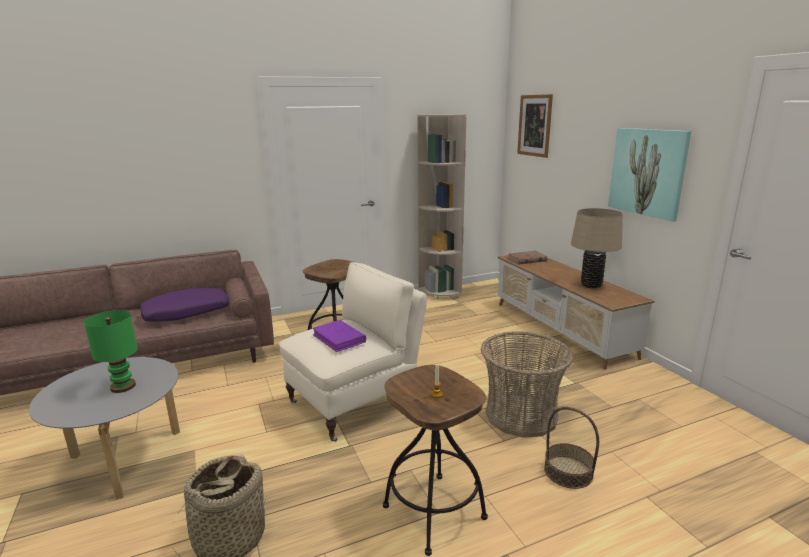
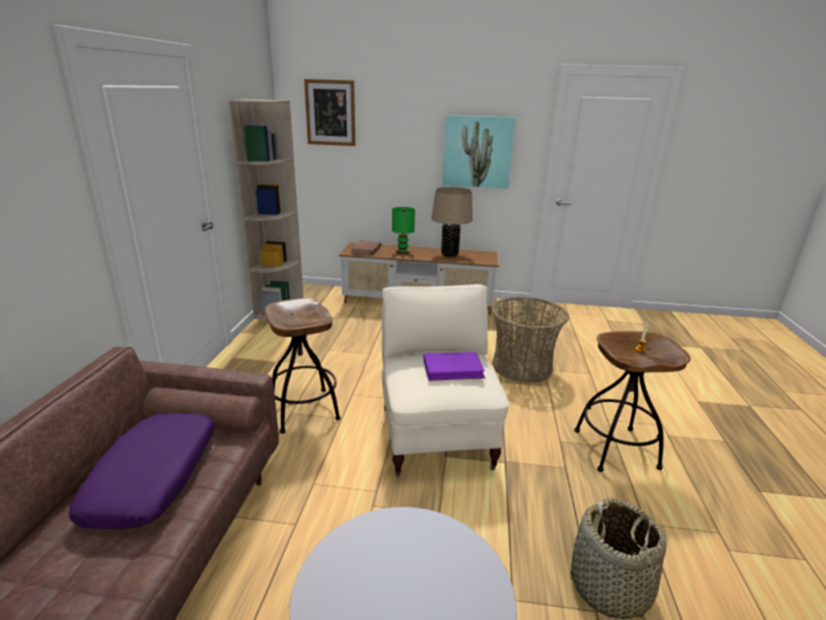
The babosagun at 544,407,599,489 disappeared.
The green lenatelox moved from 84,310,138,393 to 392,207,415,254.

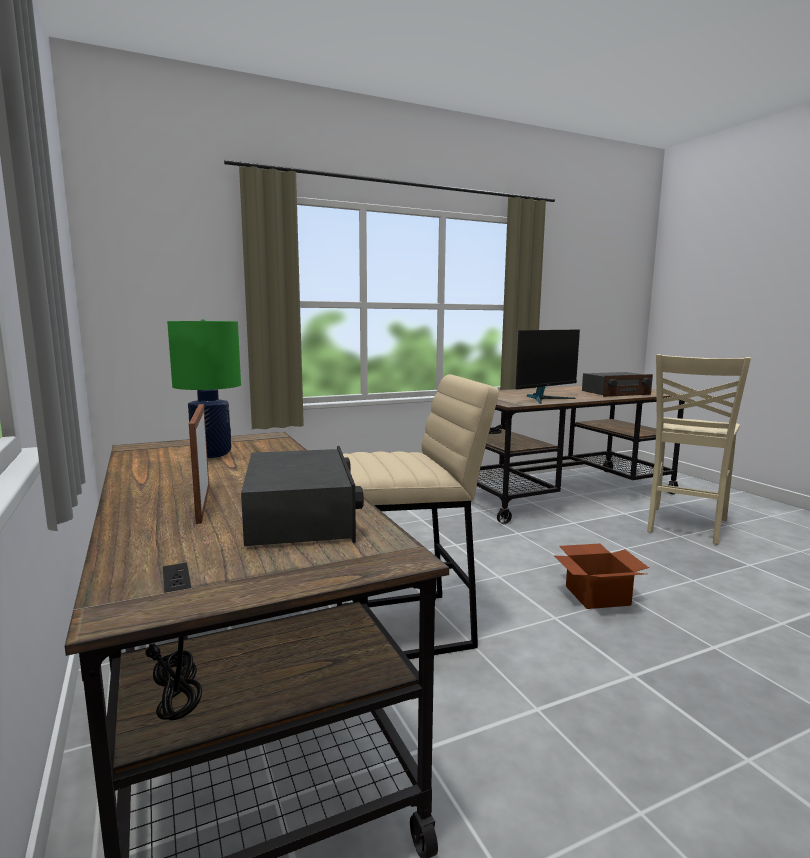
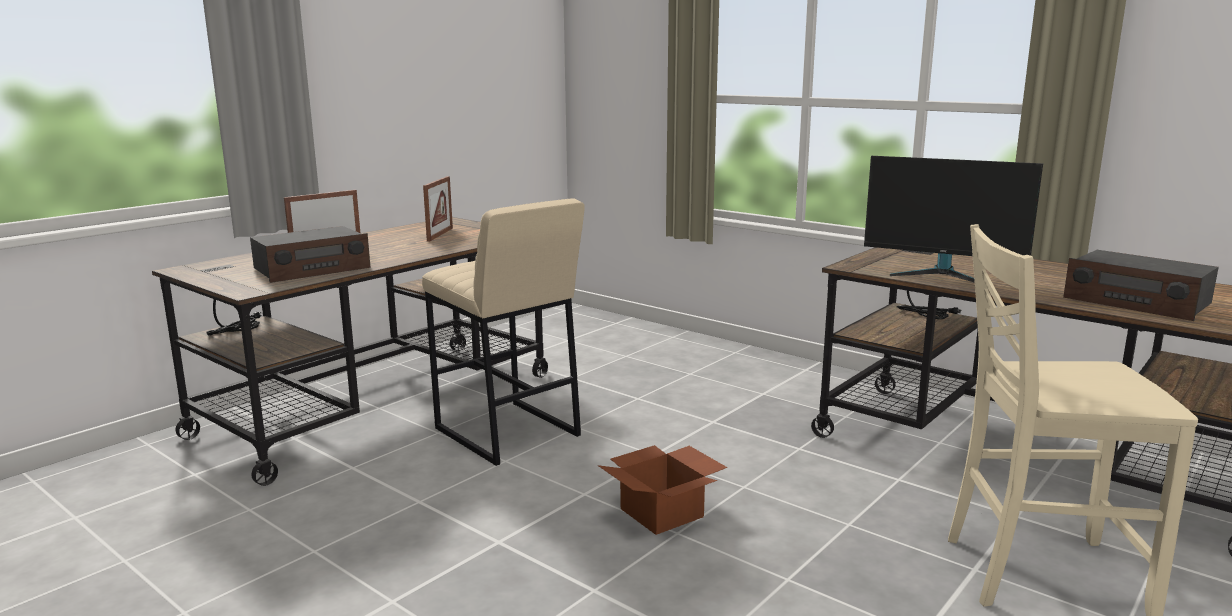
The green lenatelox at 167,319,241,458 was replaced by the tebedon at 423,176,453,242.

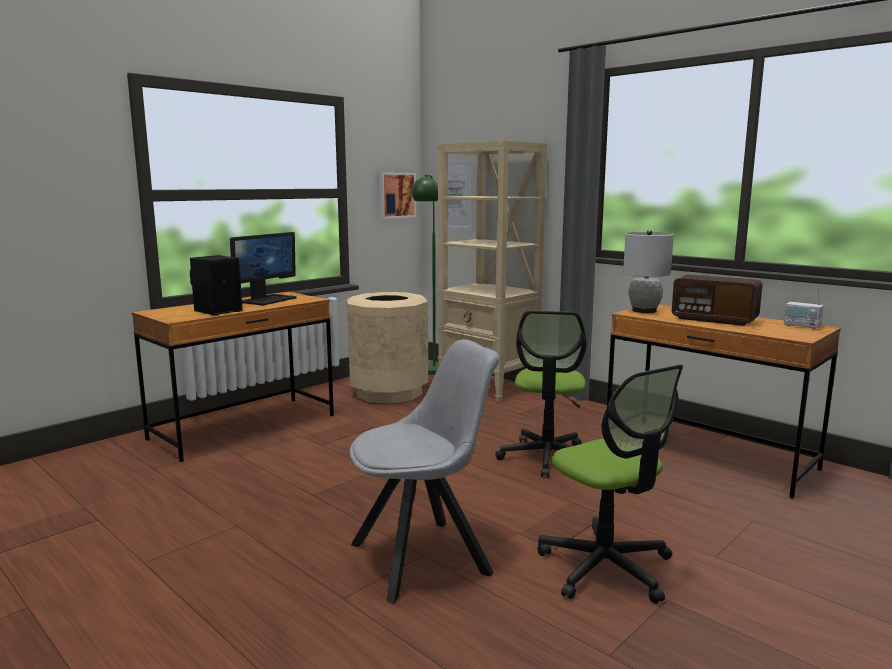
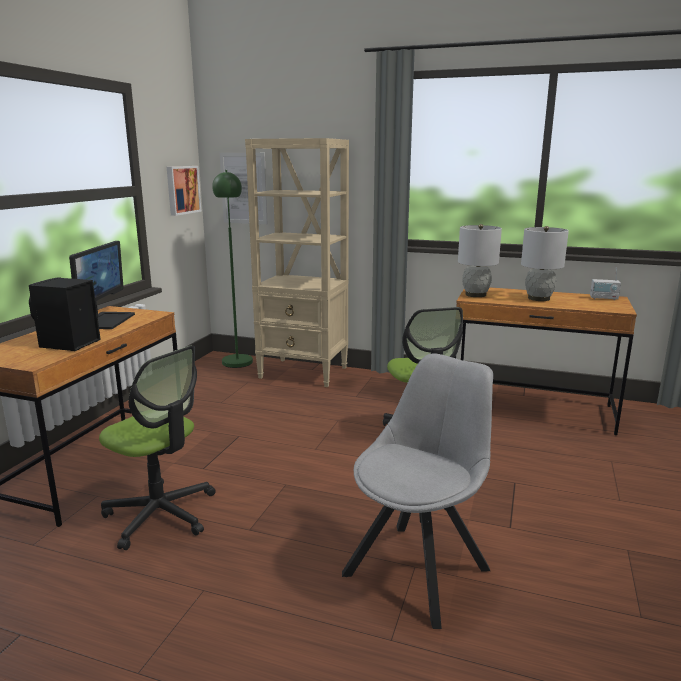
The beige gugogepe at 347,292,428,404 disappeared.
The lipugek moved from 537,364,683,604 to 99,345,216,550.
The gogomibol at 672,275,762,326 was replaced by the white lenatelox at 521,226,569,301.

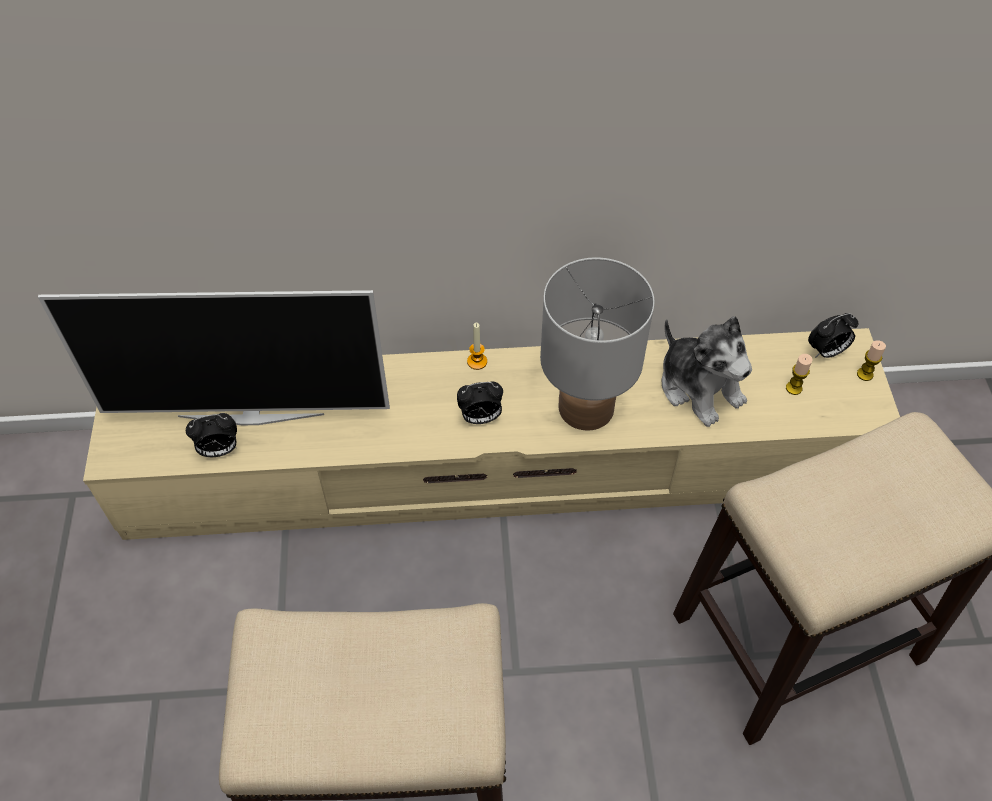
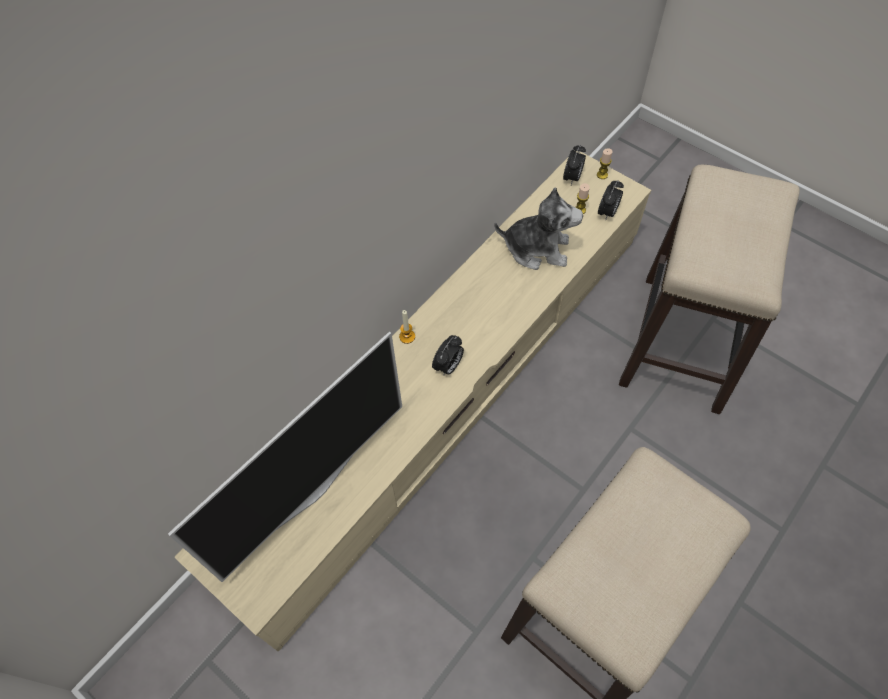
The grey lenatelox at 540,257,654,430 disappeared.
The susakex moved from 186,413,237,457 to 598,180,624,221.

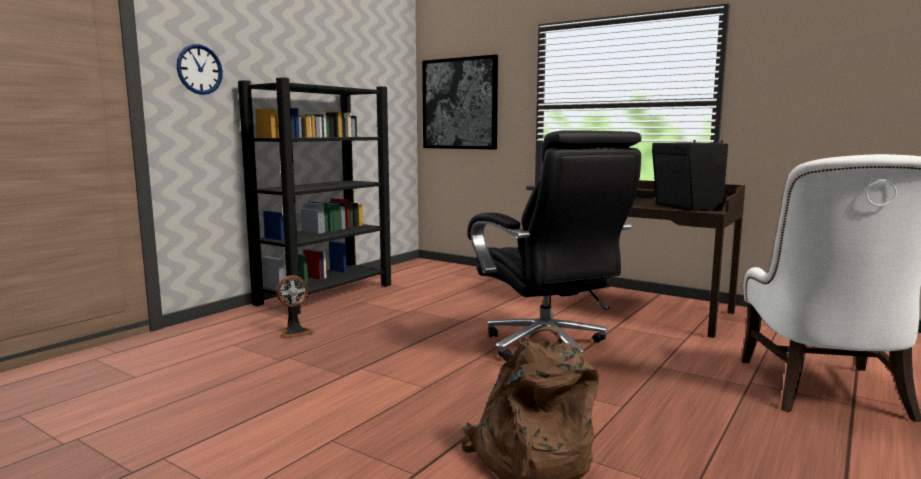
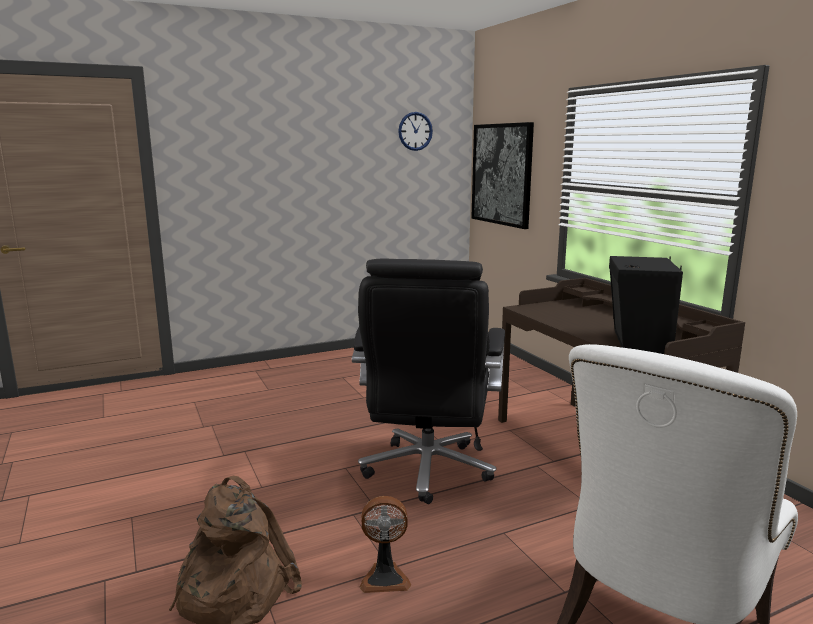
The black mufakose at 238,77,391,315 disappeared.
The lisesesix moved from 177,44,223,95 to 398,112,433,151.
The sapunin moved from 276,275,314,339 to 360,496,411,593.

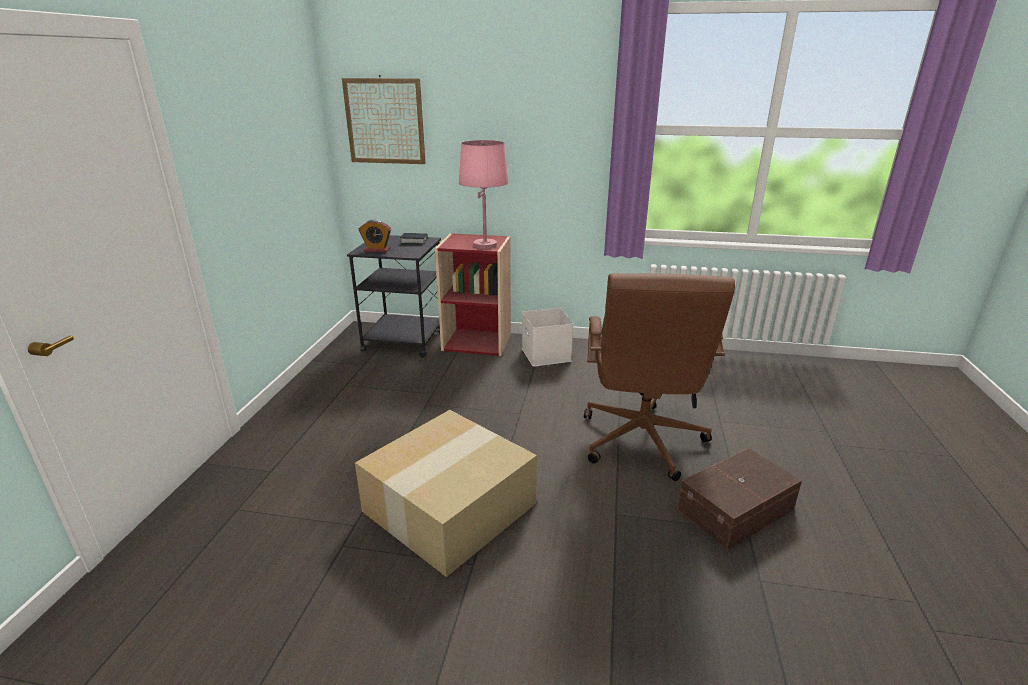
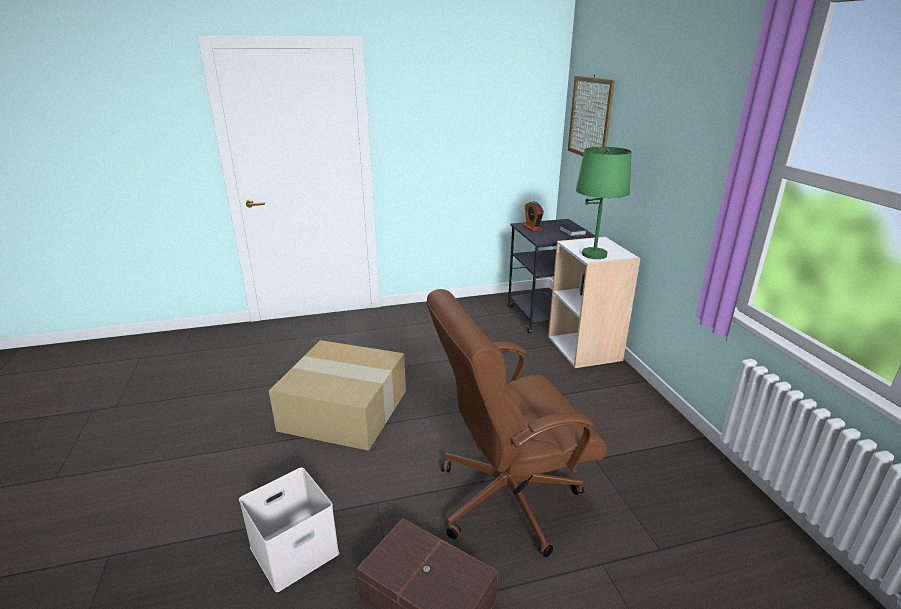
The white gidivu moved from 522,308,574,366 to 239,467,339,592.
The red mufakose at 435,233,511,356 became the white mufakose at 548,237,640,368.
The pink lenatelox at 459,140,509,249 became the green lenatelox at 576,147,631,259.

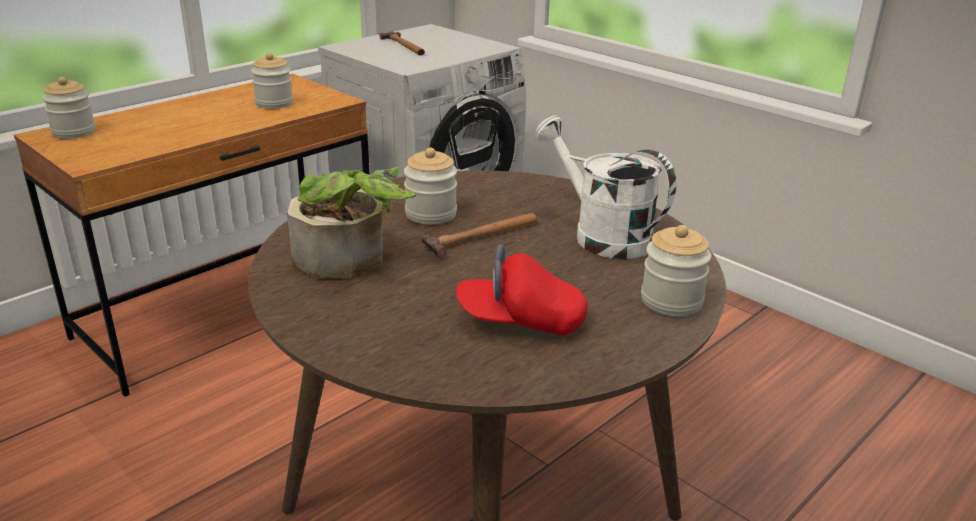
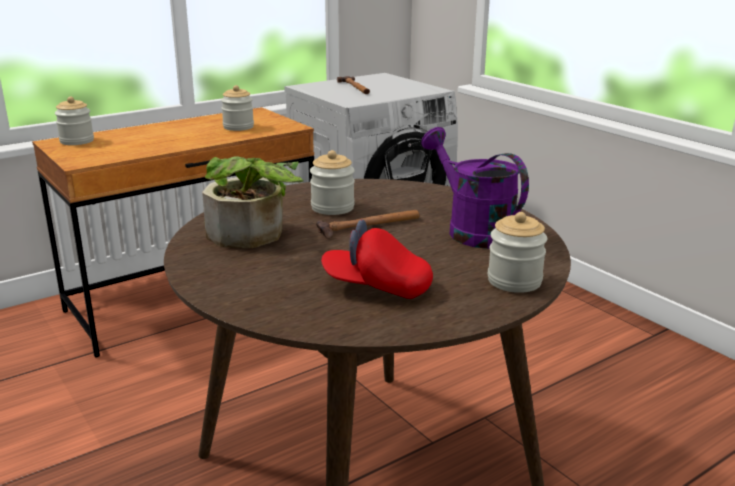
The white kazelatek at 535,115,676,259 became the purple kazelatek at 421,127,529,249.

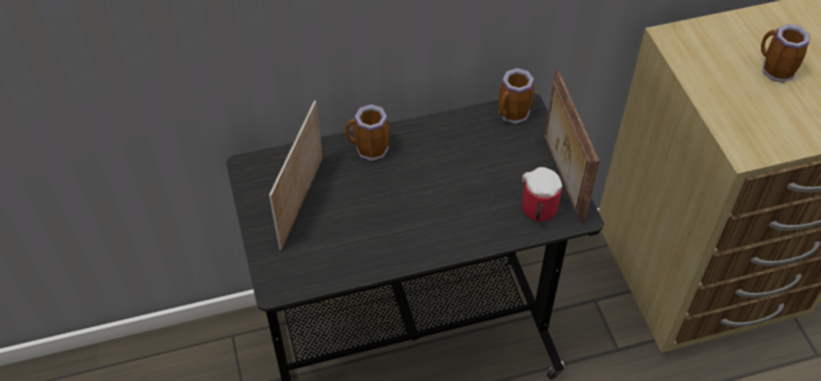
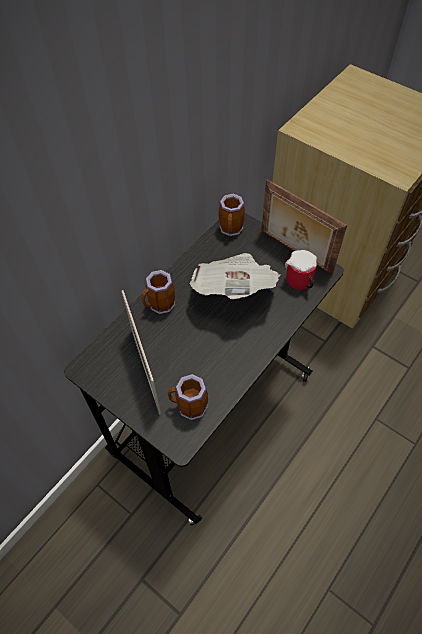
The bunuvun at 190,253,280,299 appeared.
The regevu moved from 761,24,810,83 to 168,374,208,420.

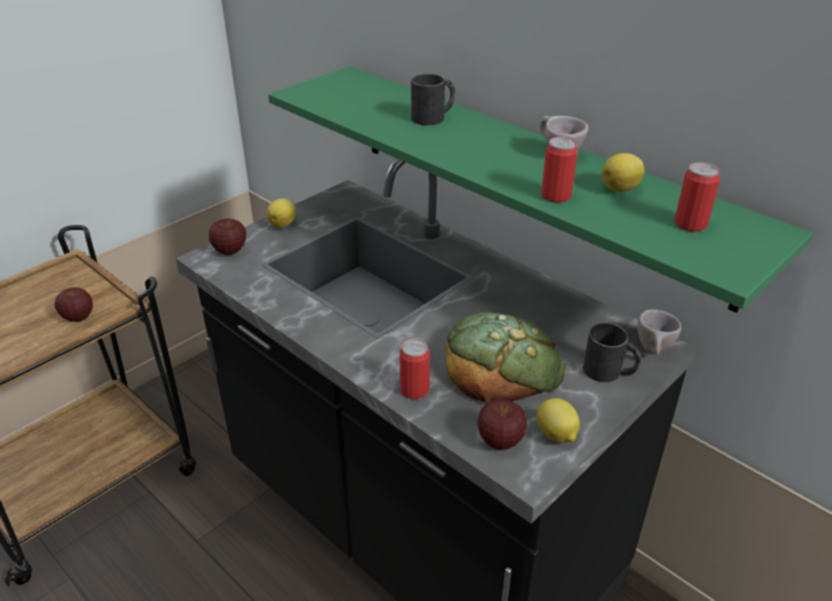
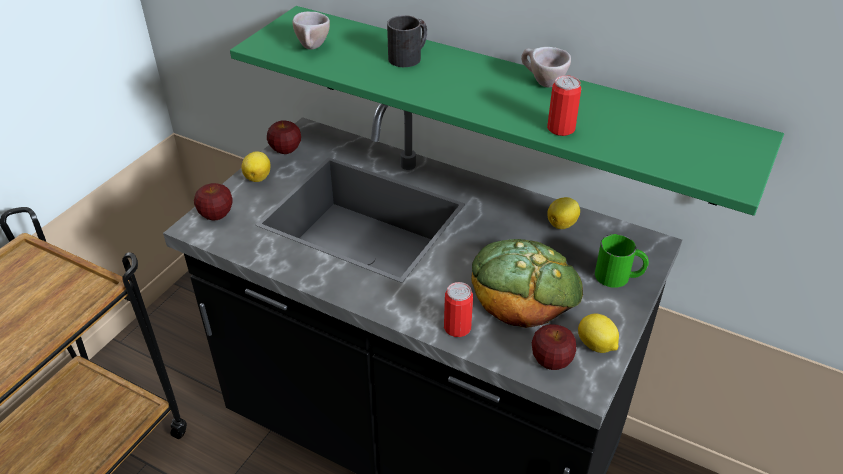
The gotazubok at 675,162,720,232 disappeared.
The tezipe moved from 55,287,93,322 to 267,120,301,154.
The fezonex moved from 602,153,645,192 to 547,197,580,229.
The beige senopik moved from 638,309,681,355 to 292,12,330,50.
The black regevu at 583,323,641,382 became the green regevu at 595,234,649,288.

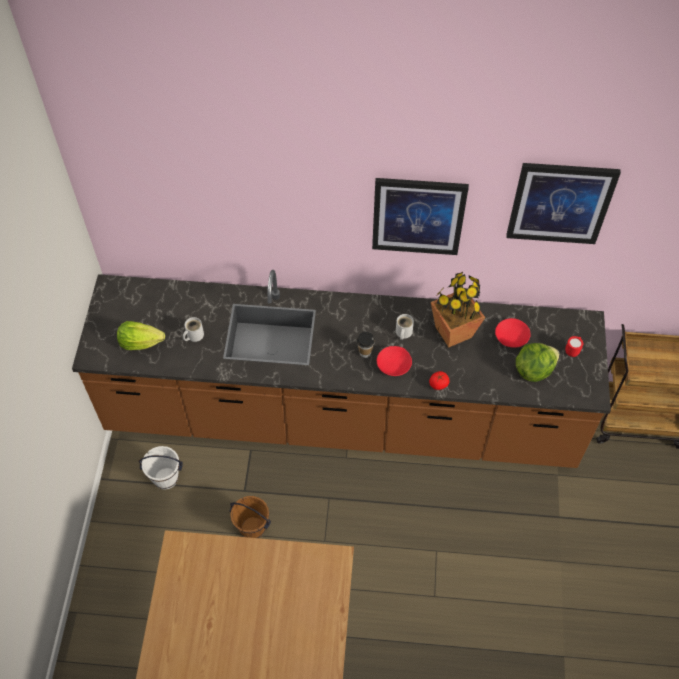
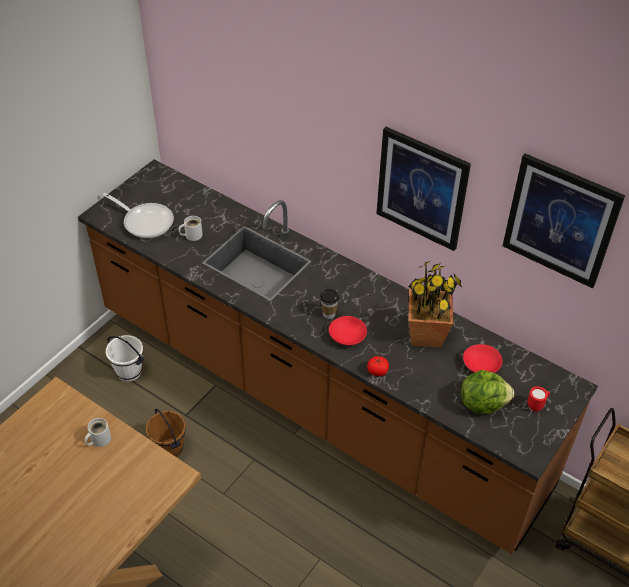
The white regevu moved from 396,314,414,340 to 84,418,111,447.
The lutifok at 117,321,165,350 was replaced by the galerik at 103,193,174,238.

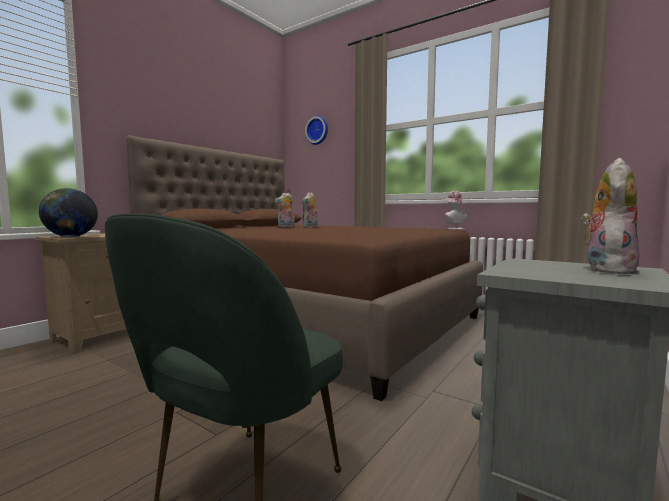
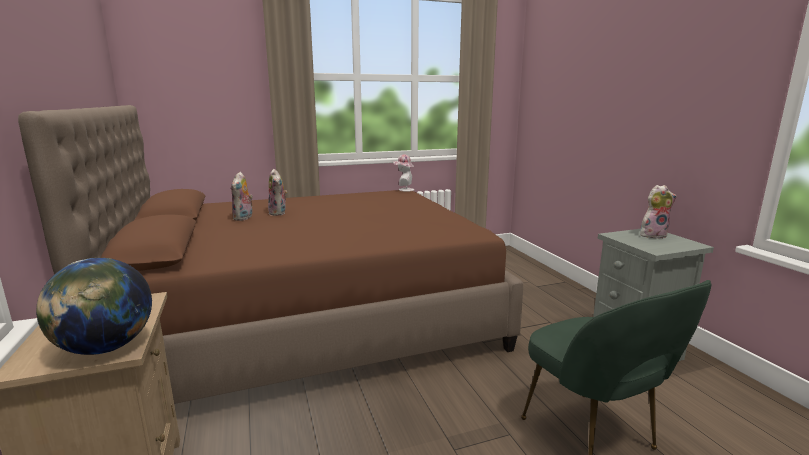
The lisesesix at 305,115,328,145 disappeared.
The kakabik at 581,158,640,274 turned 105 degrees clockwise.

